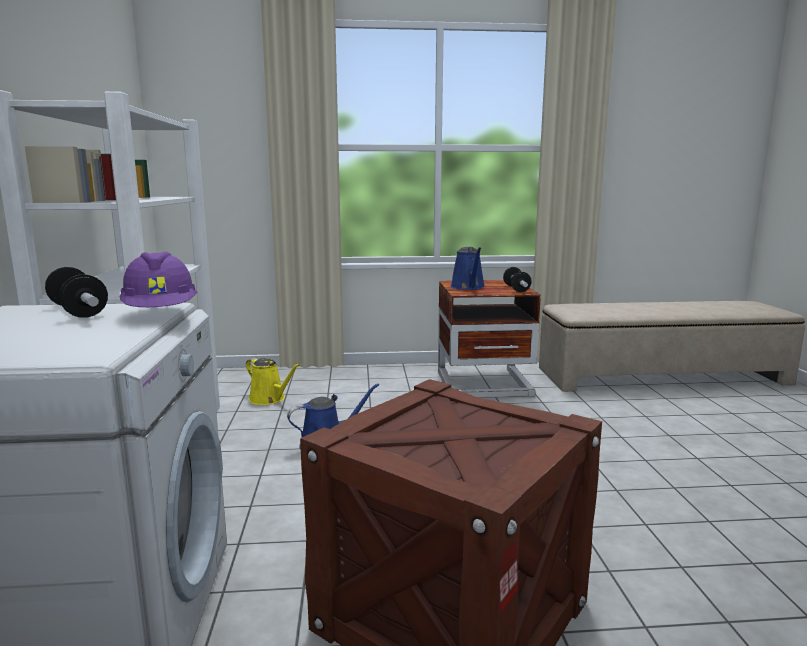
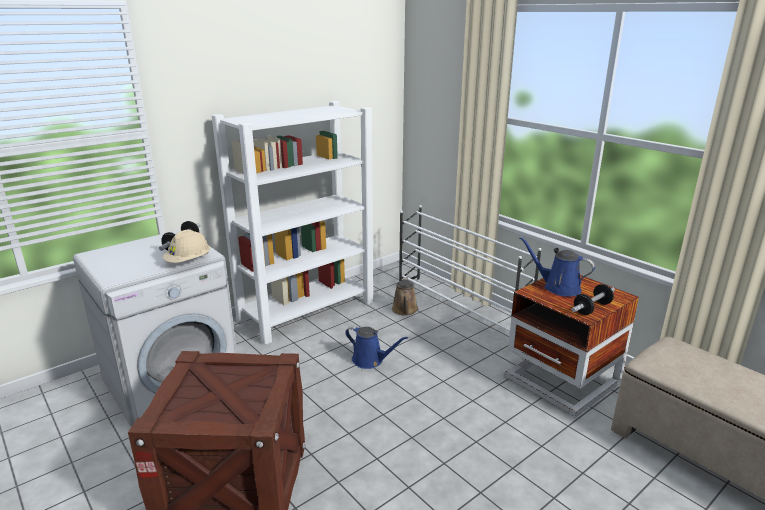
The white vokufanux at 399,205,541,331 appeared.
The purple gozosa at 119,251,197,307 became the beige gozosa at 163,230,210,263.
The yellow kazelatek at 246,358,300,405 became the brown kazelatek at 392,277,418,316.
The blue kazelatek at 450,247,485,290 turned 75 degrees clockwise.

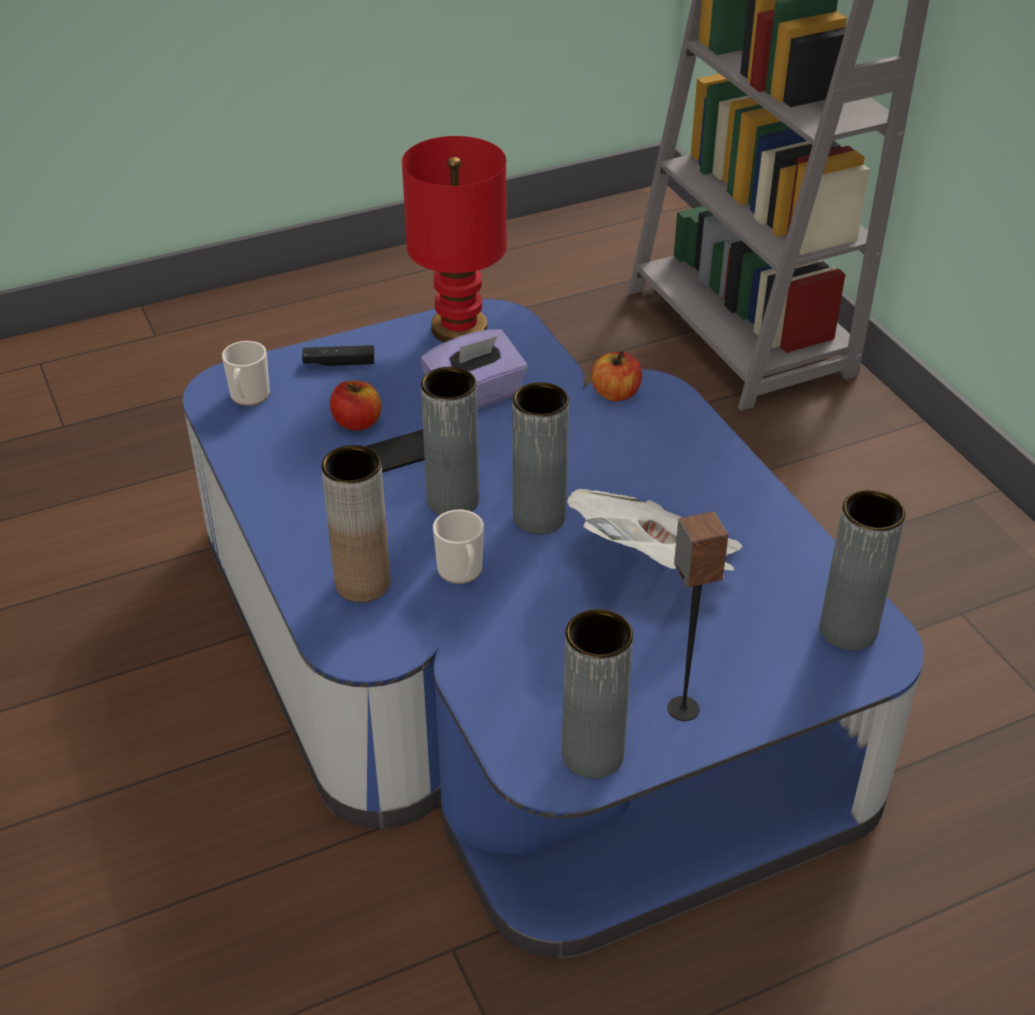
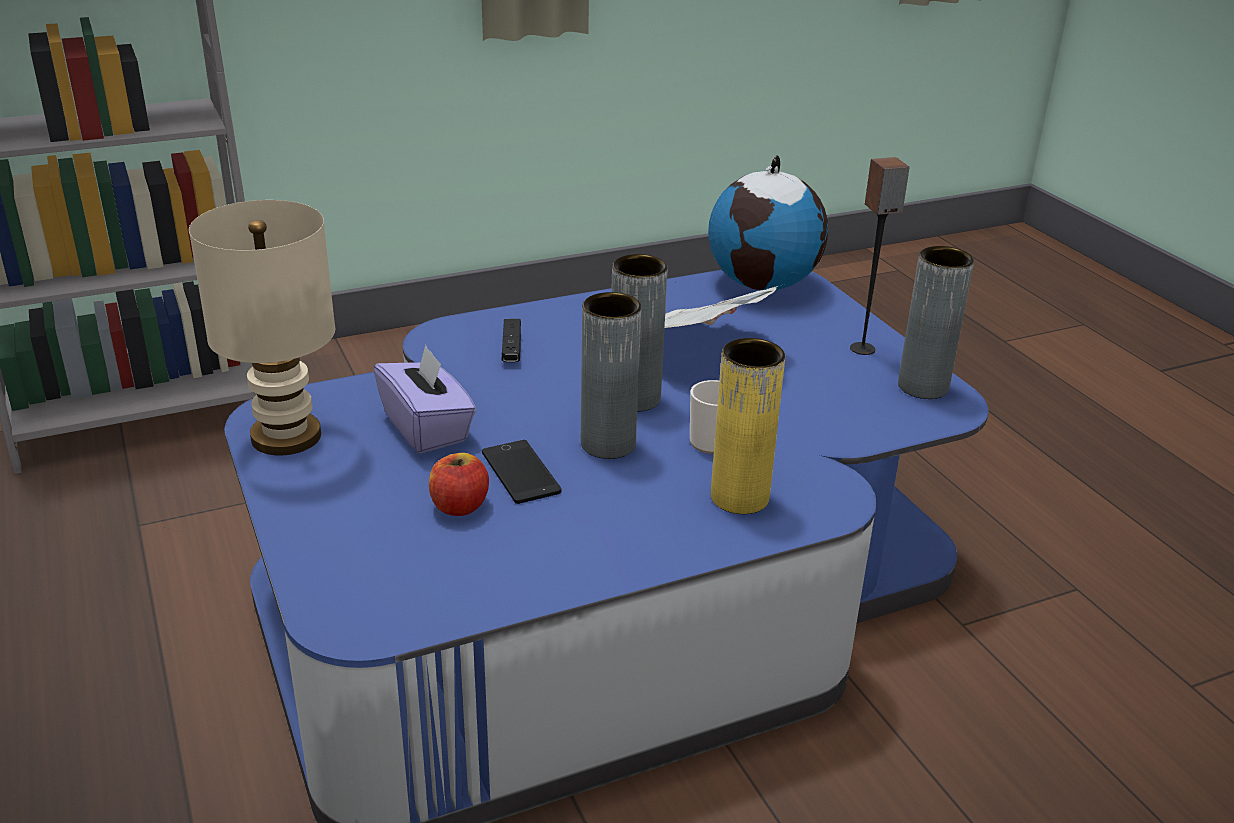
The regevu at 222,341,270,406 disappeared.
The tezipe at 592,351,642,401 disappeared.
The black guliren moved from 302,345,375,366 to 502,319,521,362.
The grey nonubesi at 820,490,905,651 was replaced by the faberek at 708,155,828,290.
The brown nonubesi at 321,445,390,602 became the yellow nonubesi at 711,338,785,514.
The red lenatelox at 402,136,507,343 became the beige lenatelox at 189,200,335,455.

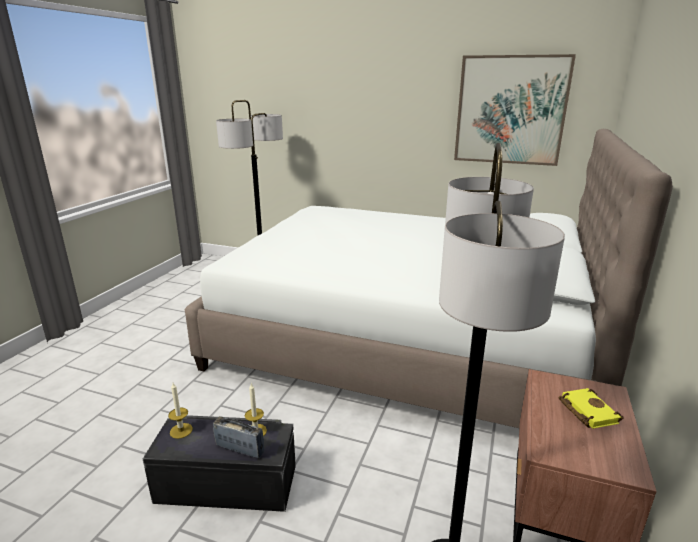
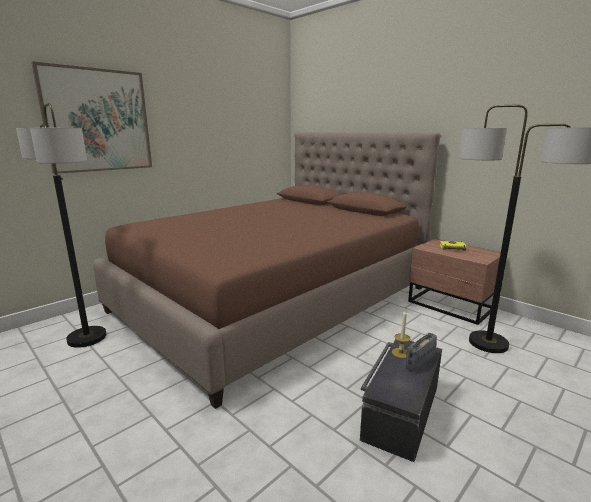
The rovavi at 168,383,193,439 disappeared.
The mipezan moved from 454,54,576,166 to 31,61,152,174.
The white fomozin at 185,129,673,428 became the brown fomozin at 93,132,440,409.

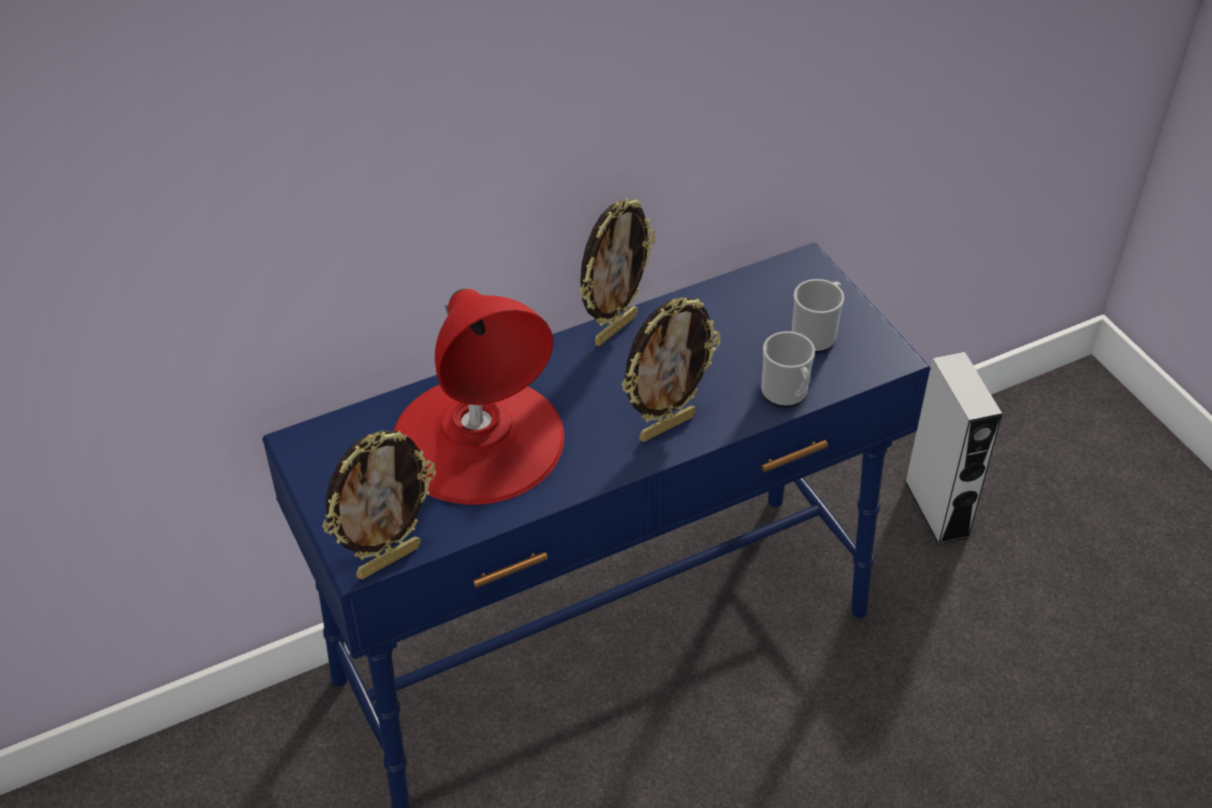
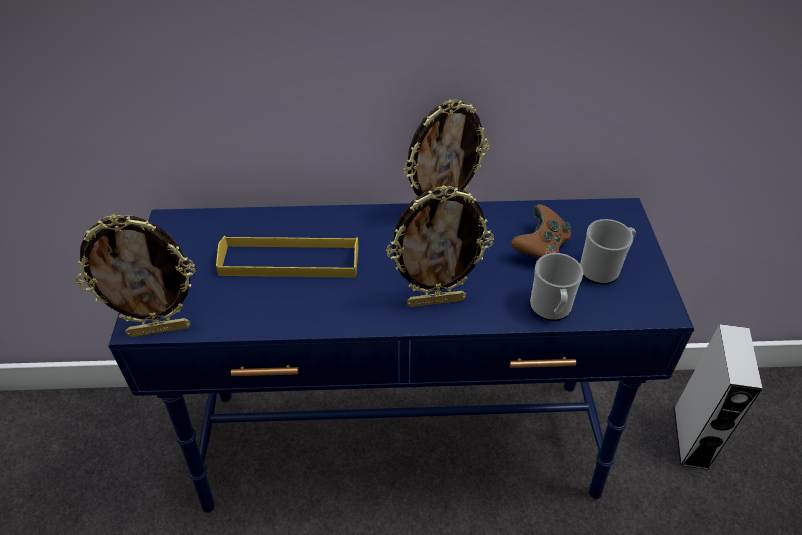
The brown guliren at 511,204,571,258 appeared.
The red lenatelox at 393,288,564,505 was replaced by the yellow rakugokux at 216,236,359,277.

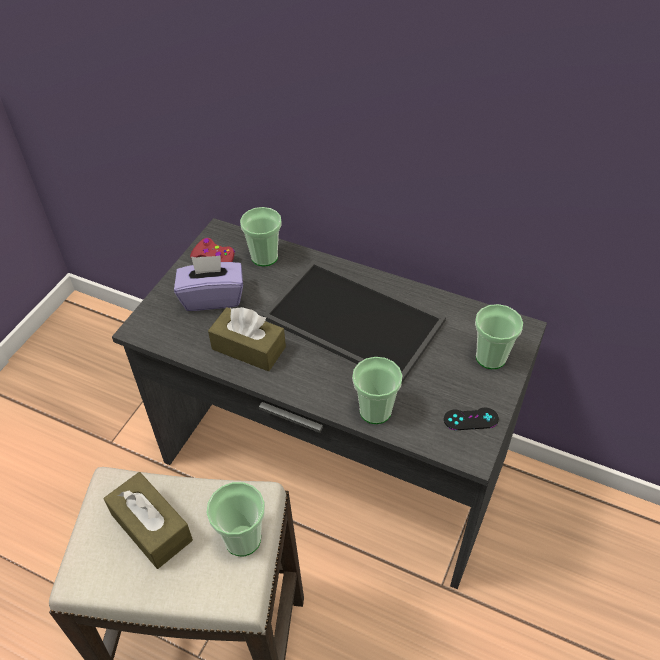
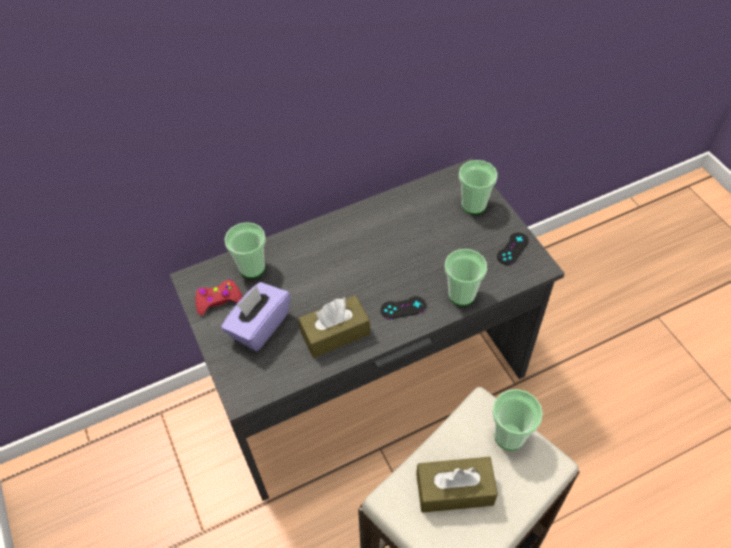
The rakugokux at 262,260,446,383 disappeared.
The black guliren at 380,296,426,319 appeared.

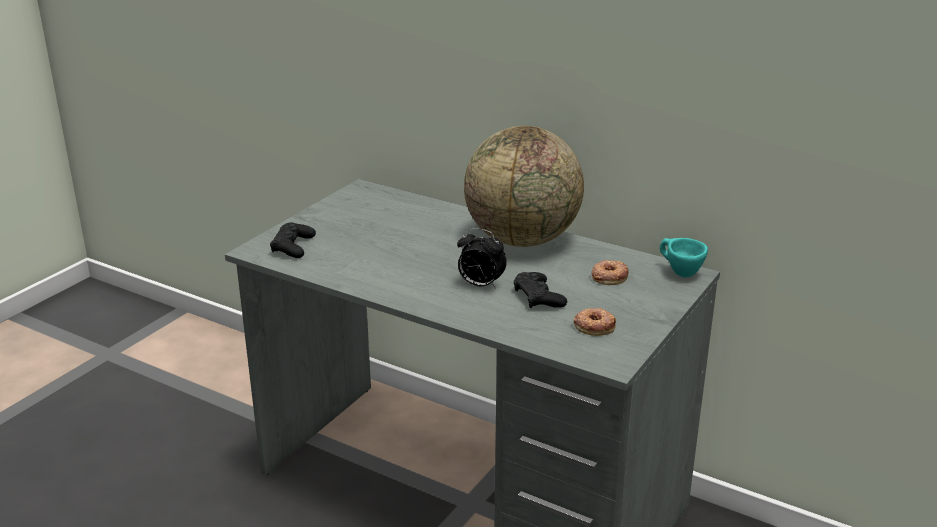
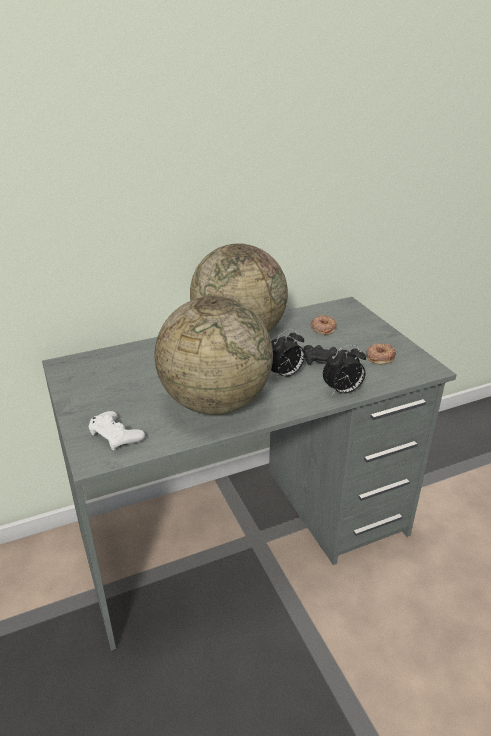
The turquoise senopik at 660,238,708,278 disappeared.
The faberek at 155,296,273,415 appeared.
The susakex at 323,344,366,395 appeared.
The black guliren at 270,222,316,258 became the white guliren at 89,411,145,450.

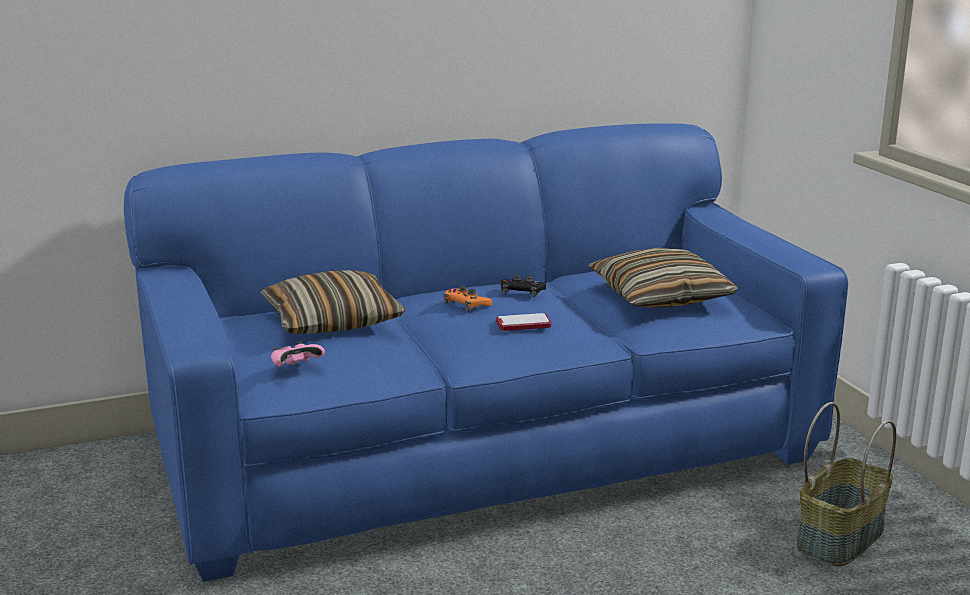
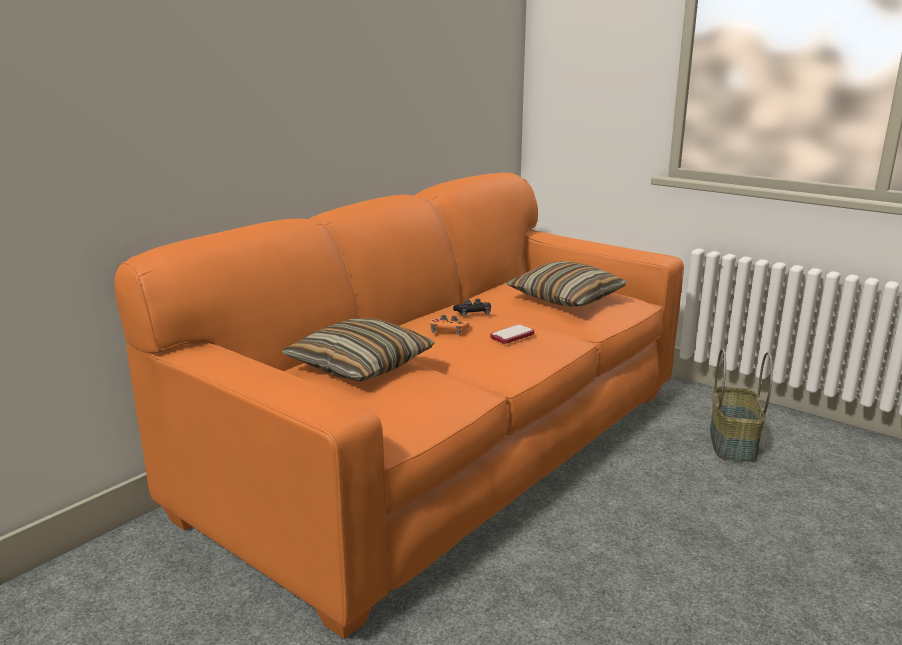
The pink guliren at 271,341,325,367 disappeared.
The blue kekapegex at 124,123,848,582 became the orange kekapegex at 114,173,684,639.

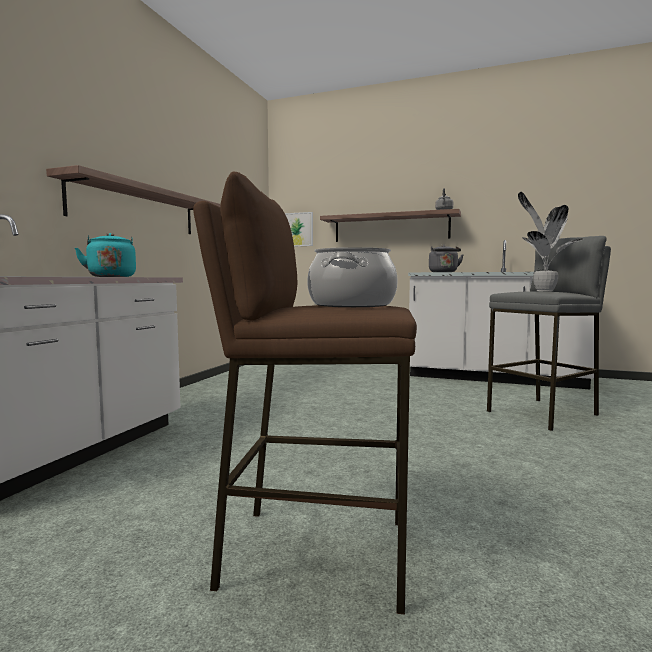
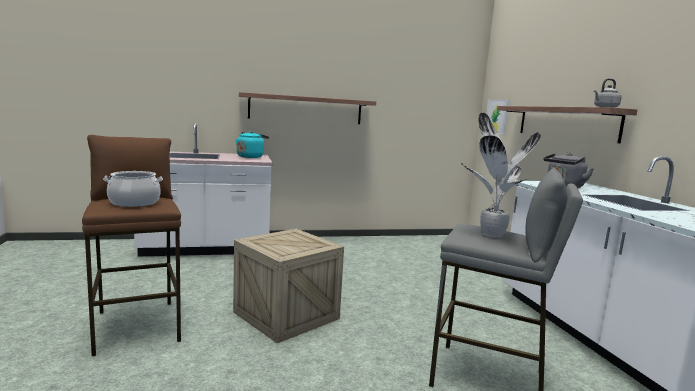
The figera at 233,229,344,343 appeared.

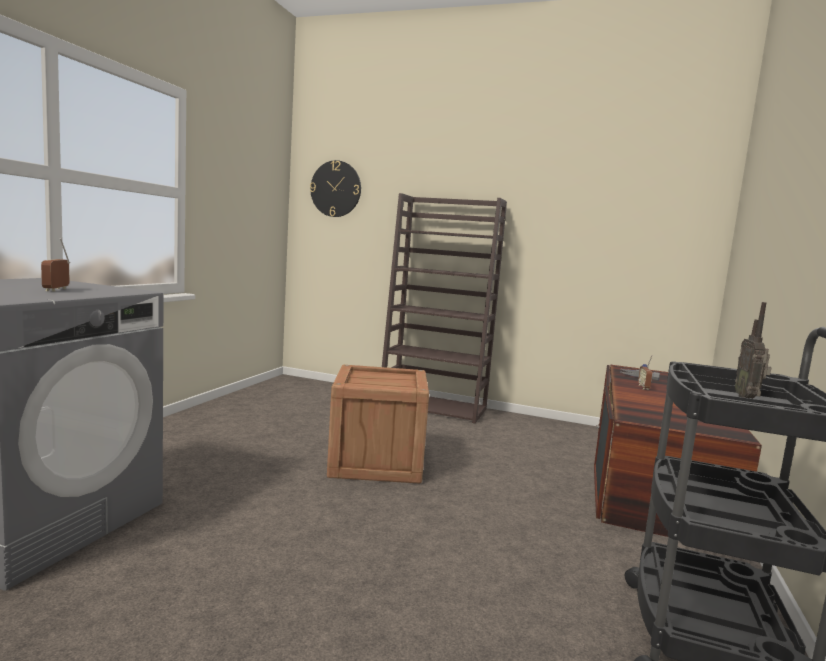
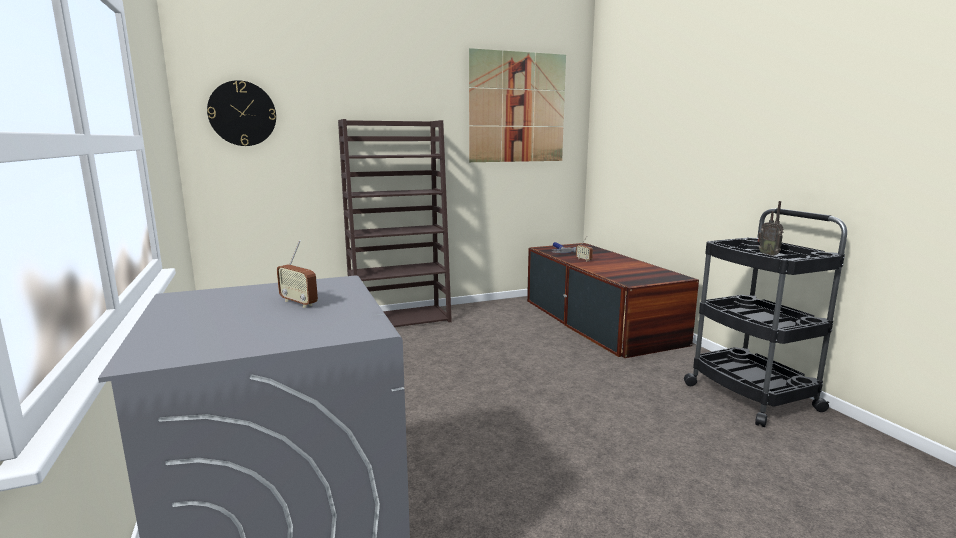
The figera at 327,365,429,484 disappeared.
The mipezan at 469,48,566,162 appeared.

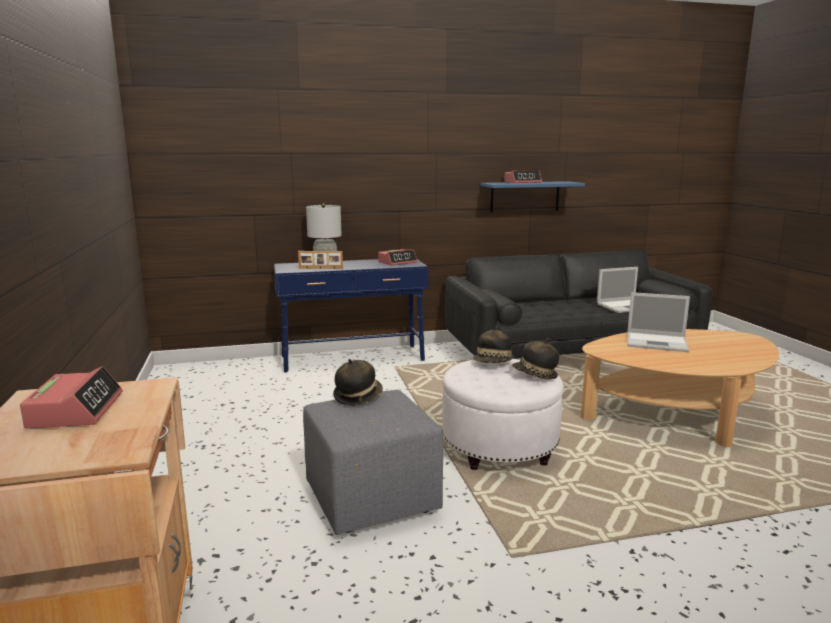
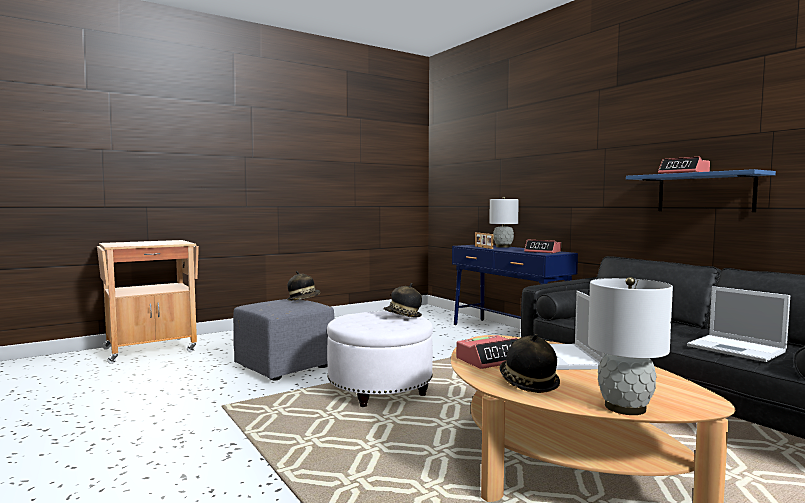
The white lenatelox at 588,277,673,415 appeared.
The susakex moved from 20,366,123,429 to 456,335,518,369.
The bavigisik moved from 512,338,559,379 to 500,334,560,393.

